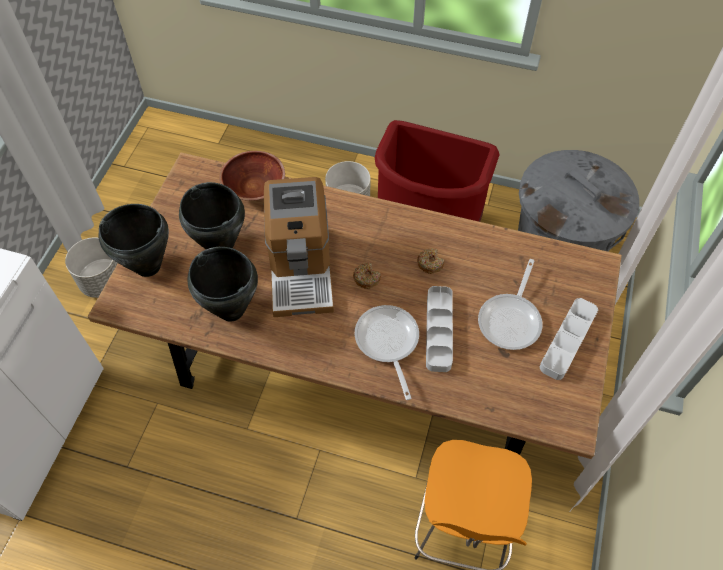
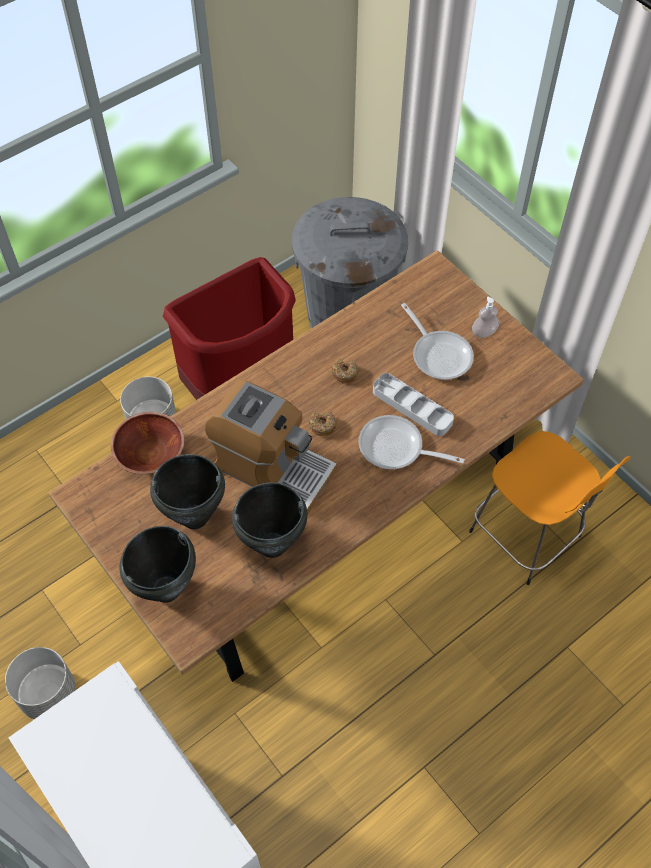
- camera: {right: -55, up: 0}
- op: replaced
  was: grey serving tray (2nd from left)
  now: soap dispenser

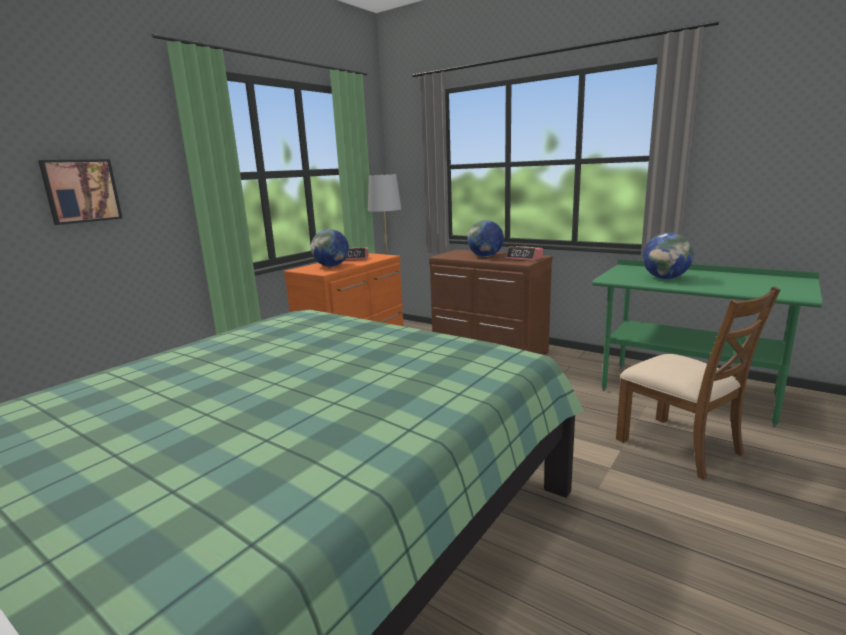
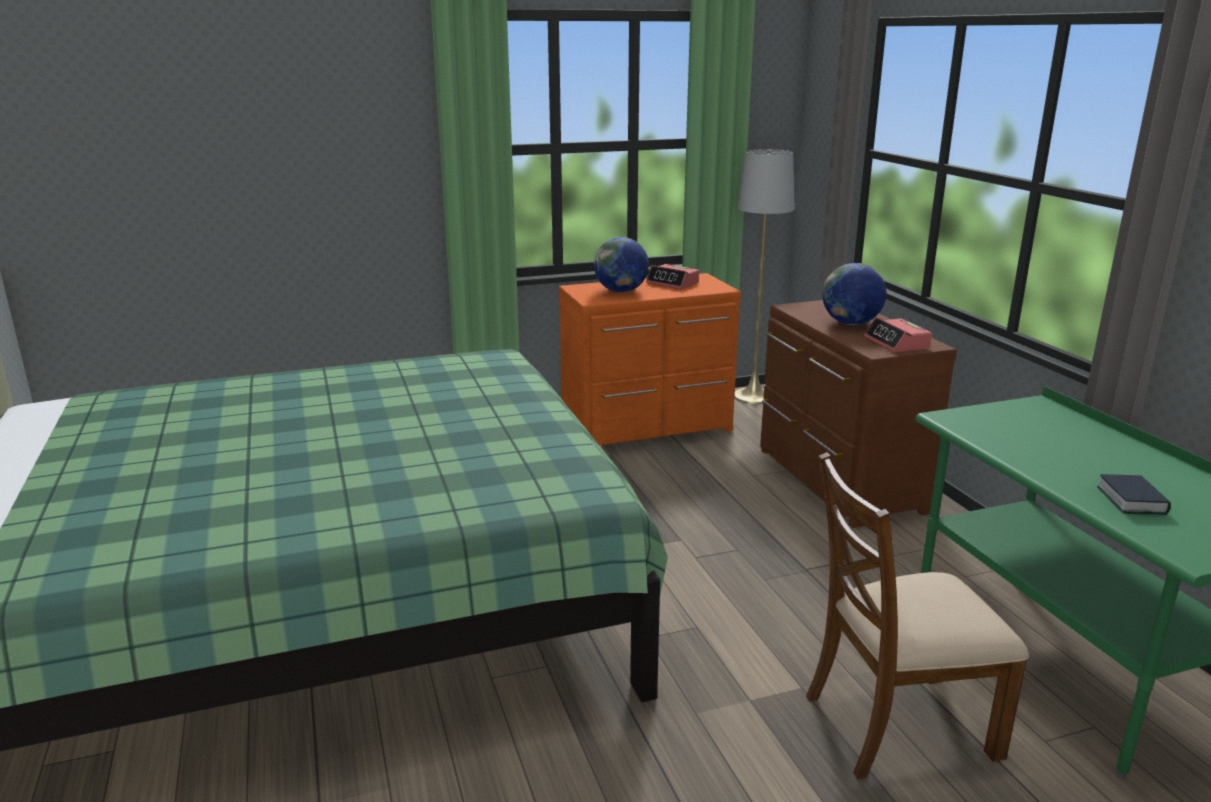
- camera: {right: 35, up: 5}
- op: removed
  was: wall art
- op: removed
  was: world globe (3rd from left)
- op: added
  now: bound book
- op: turned
  was: brown-coloured chair
  clockwise: 75

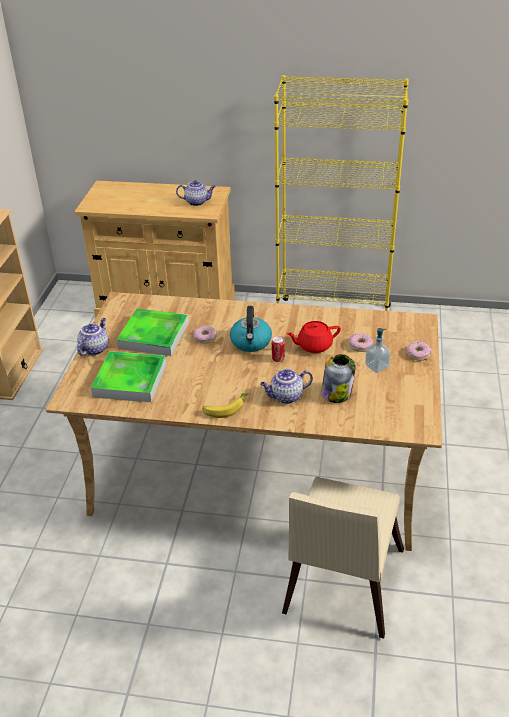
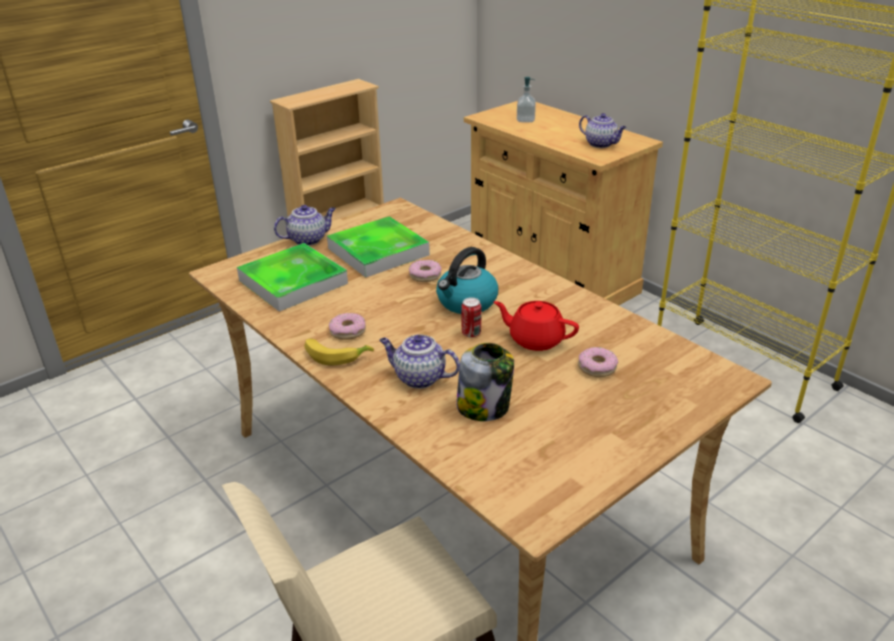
- camera: {right: 40, up: -5}
- op: moved
  was: soap dispenser
- op: moved
  was: donut (3rd from left in the first image)
  now: donut (1st from left)

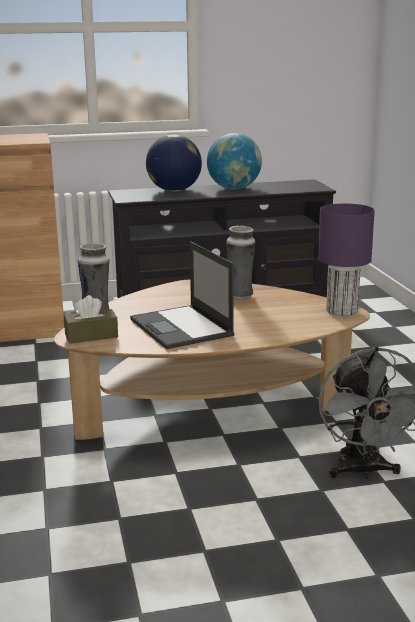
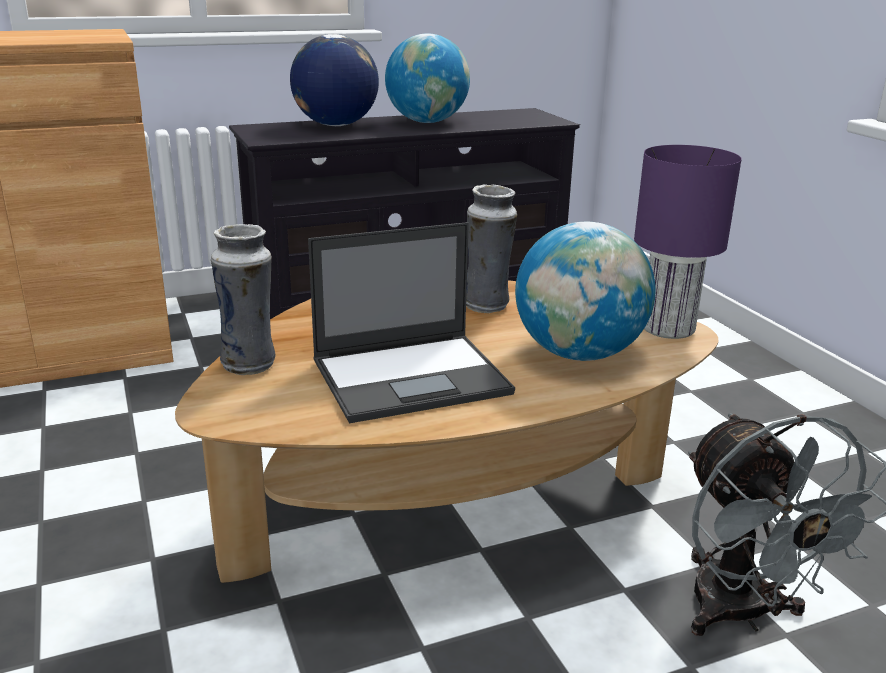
- camera: {right: -10, up: 5}
- op: removed
  was: brown-coloured box of tissues
- op: added
  now: world globe (3rd from left)
- op: turned
  was: portable computer
  clockwise: -75

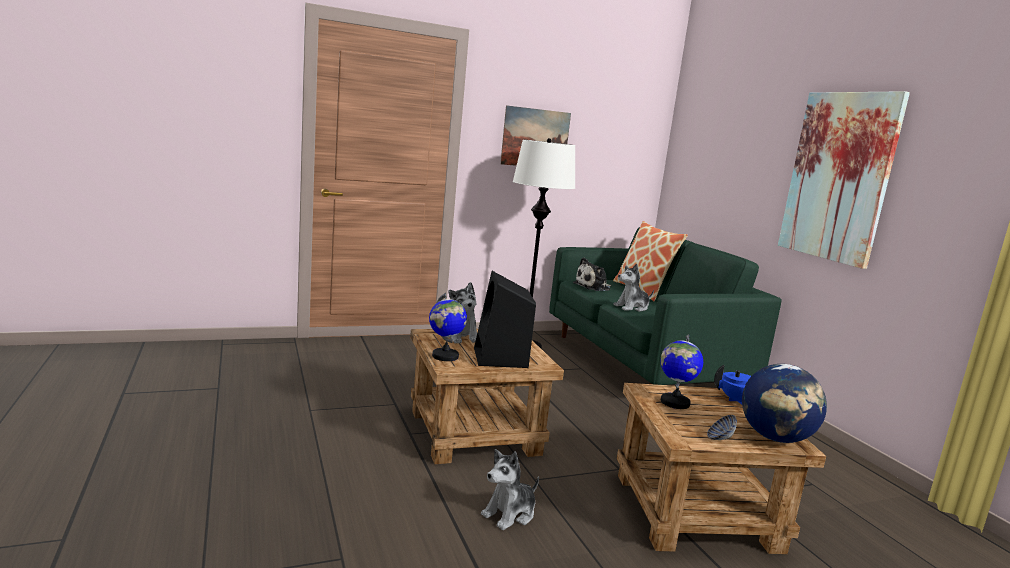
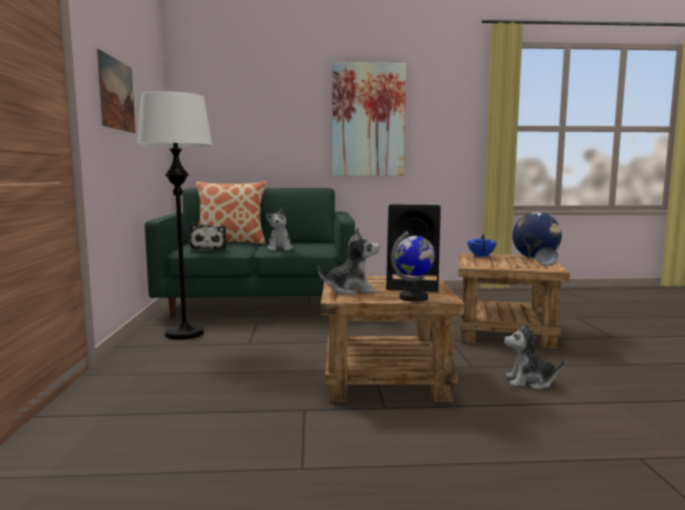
- camera: {right: -70, up: -5}
- op: removed
  was: world globe (2nd from left)
- op: turned
  was: plush toy (2nd from left in the first image)
  clockwise: 120

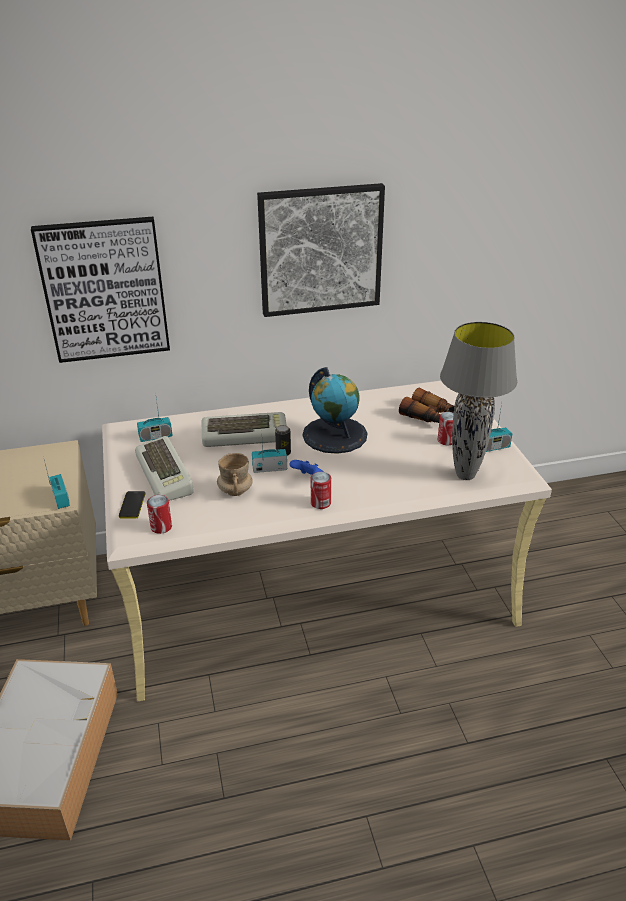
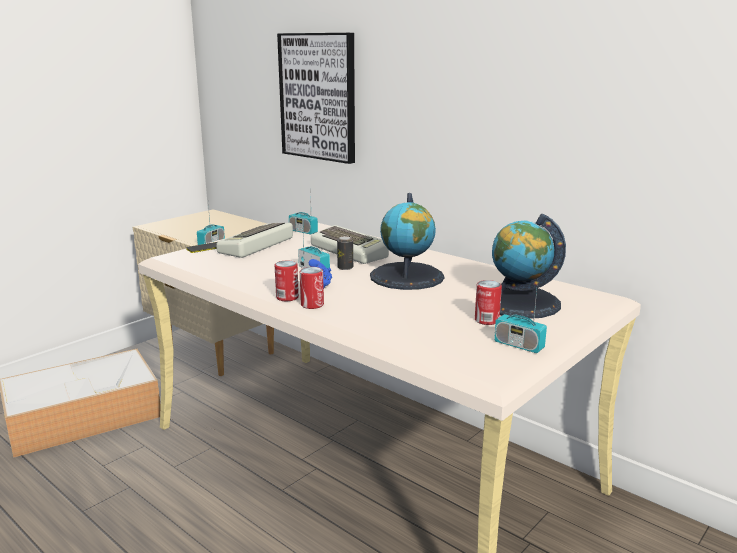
- camera: {right: 55, up: -15}
- op: removed
  was: beige-coloured tea mug
- op: removed
  was: wall art (2nd from left)
- op: removed
  was: grey lamp for a table
- op: moved
  was: can (1st from left in the first image)
  now: can (2nd from left)
- op: replaced
  was: pair of binoculars
  now: world globe (2nd from left)

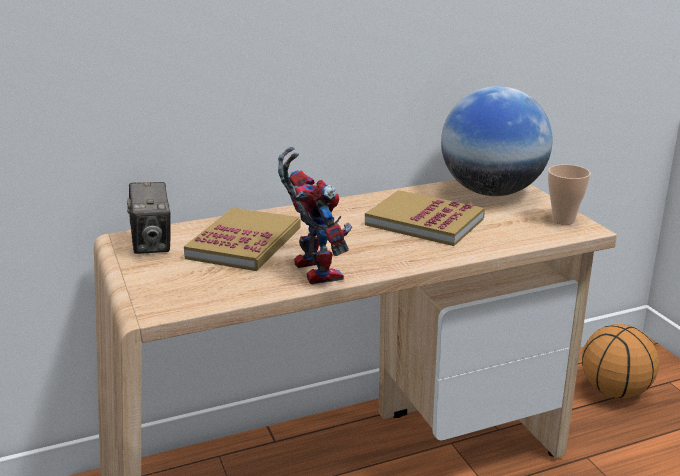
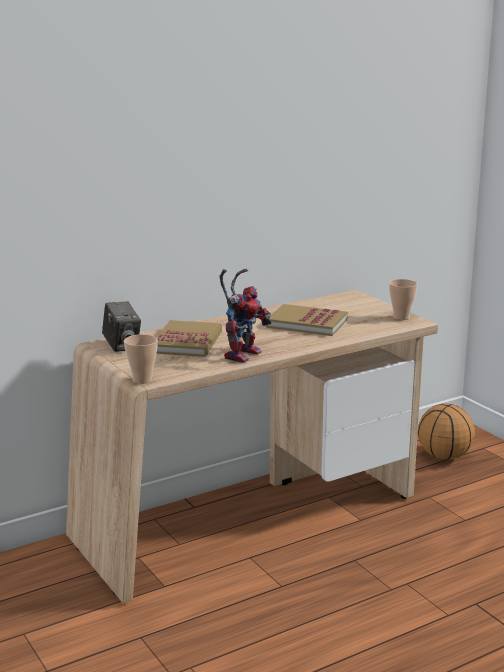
- camera: {right: -10, up: -5}
- op: removed
  was: world globe
- op: added
  now: cup (1st from left)
- op: turned
  was: toy robot
  clockwise: 60

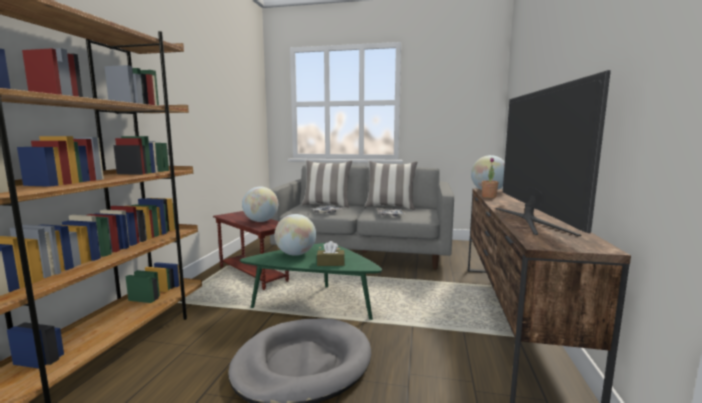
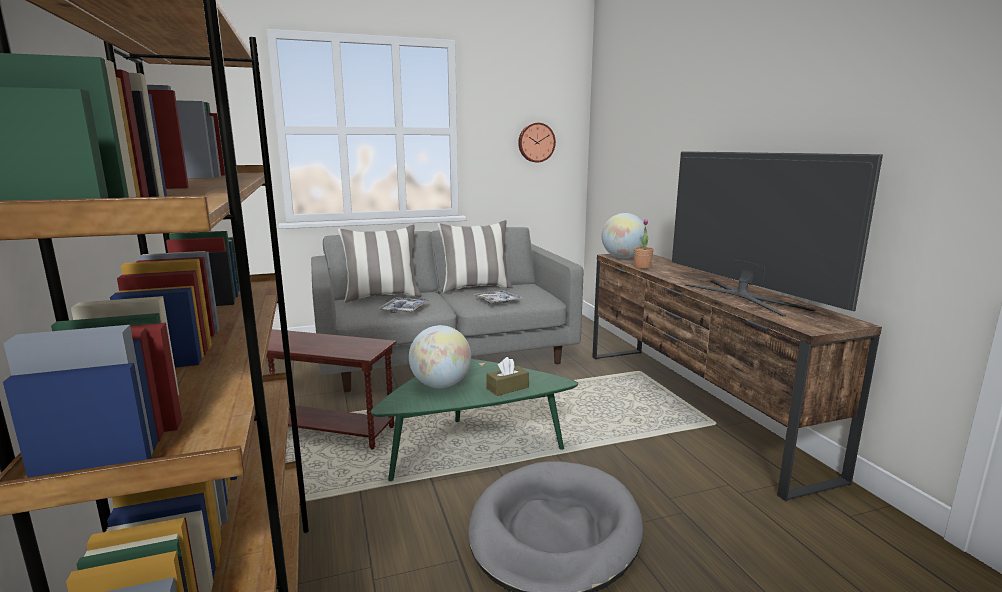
- camera: {right: -30, up: 5}
- op: removed
  was: world globe (1st from left)
- op: added
  now: wall clock

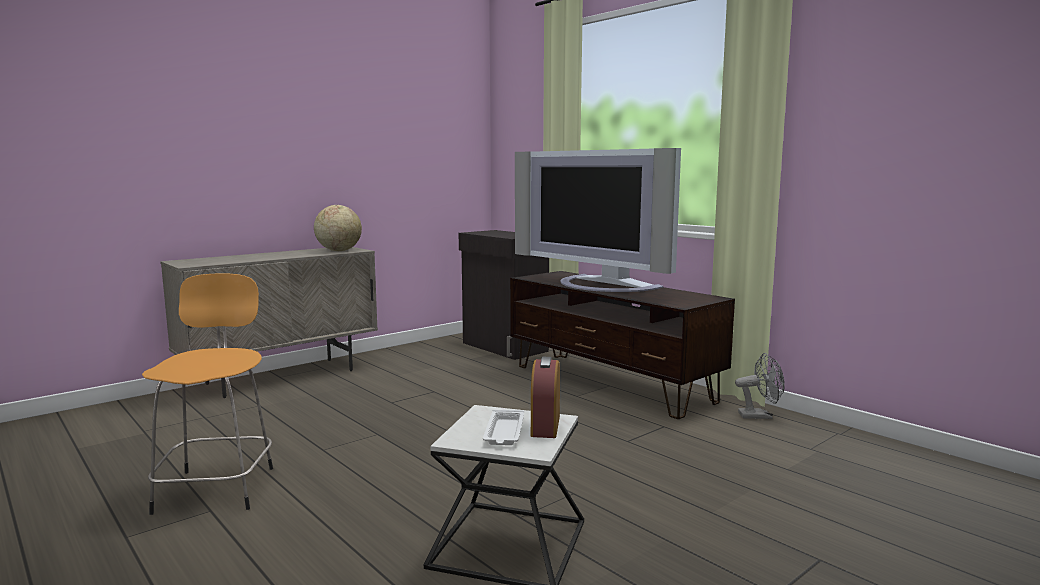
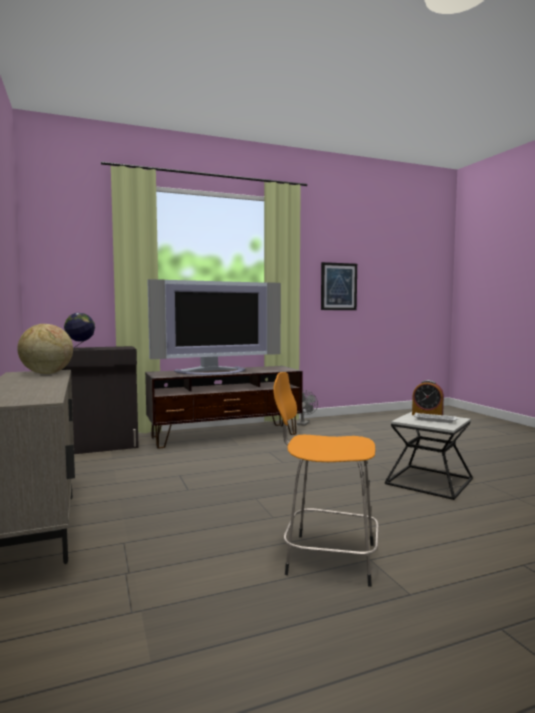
- camera: {right: -70, up: -5}
- op: added
  now: world globe (2nd from left)
- op: added
  now: wall art

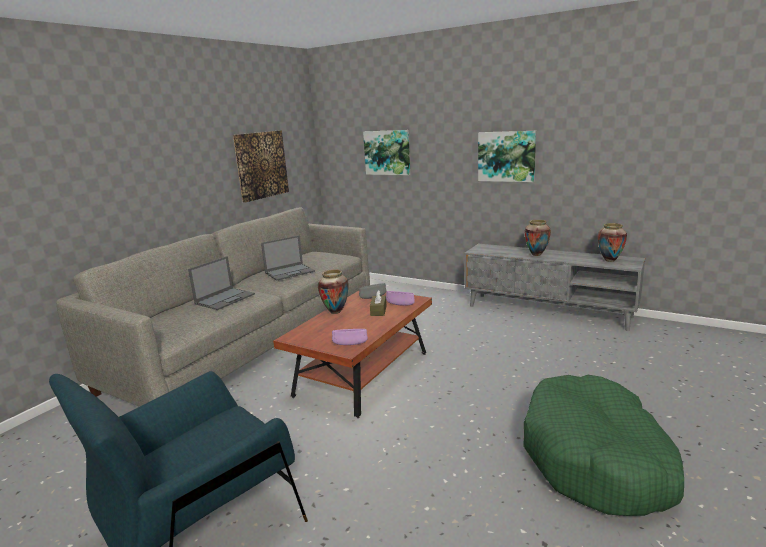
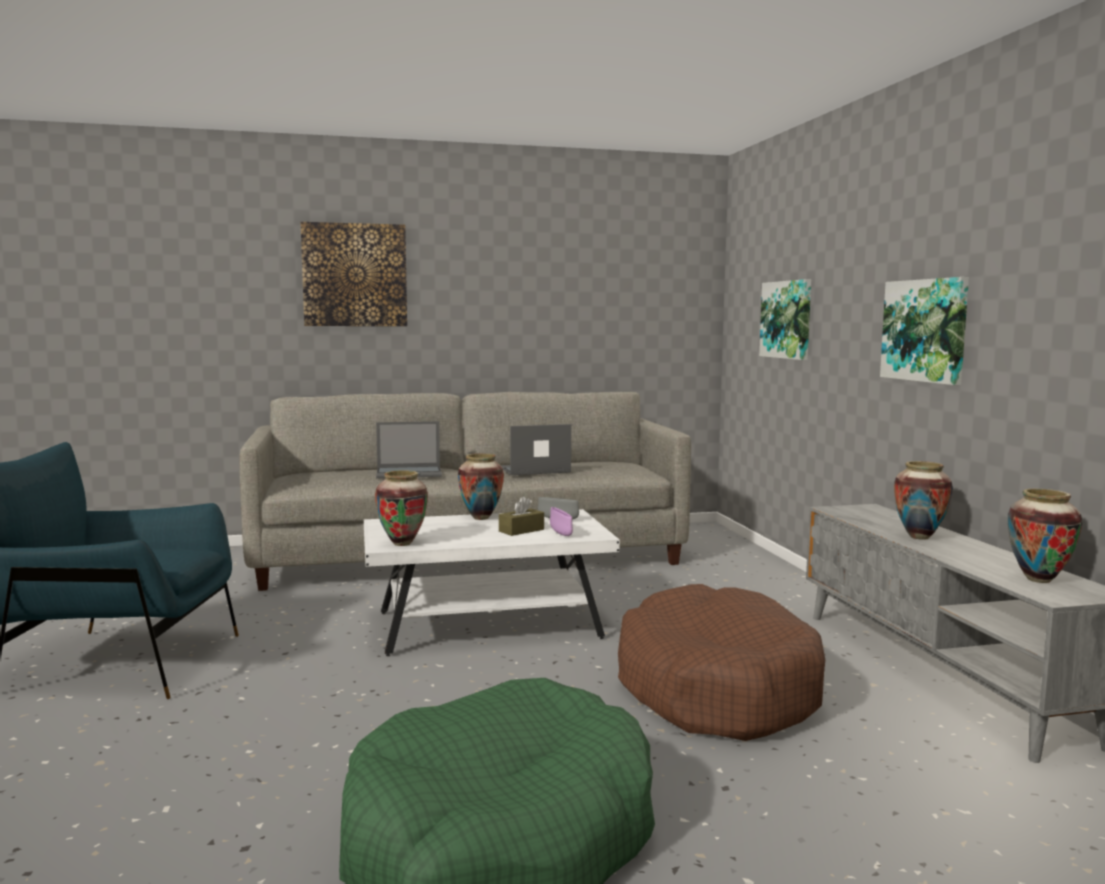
- camera: {right: 45, up: -10}
- op: added
  now: brown-coloured dog bed
- op: moved
  was: wall art (1st from left)
- op: replaced
  was: purple serving bowl (1st from left)
  now: decorative vase (1st from left)
- op: recoloured
  was: brown-coloured lounge table
  now: white-coloured lounge table
- op: turned
  was: portable computer (2nd from left)
  clockwise: 150

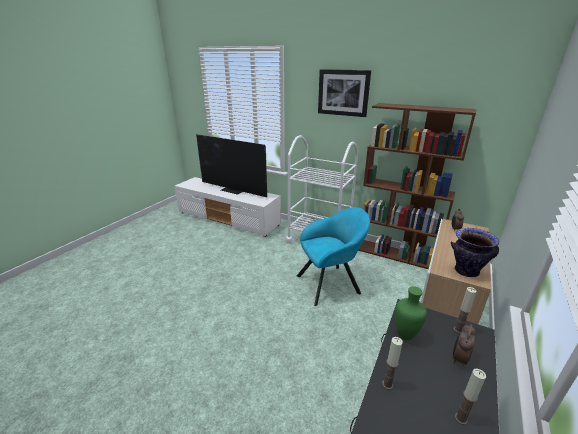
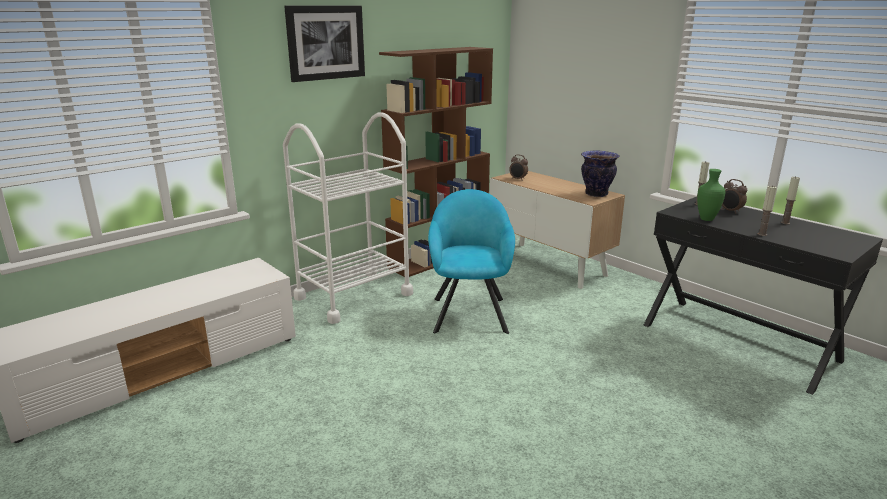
- camera: {right: -70, up: -5}
- op: removed
  was: TV

